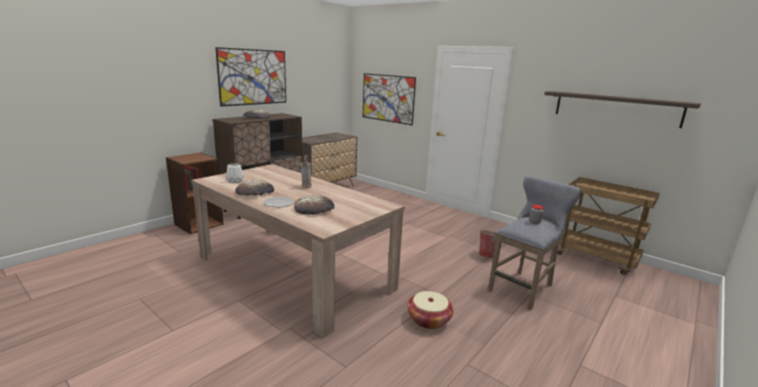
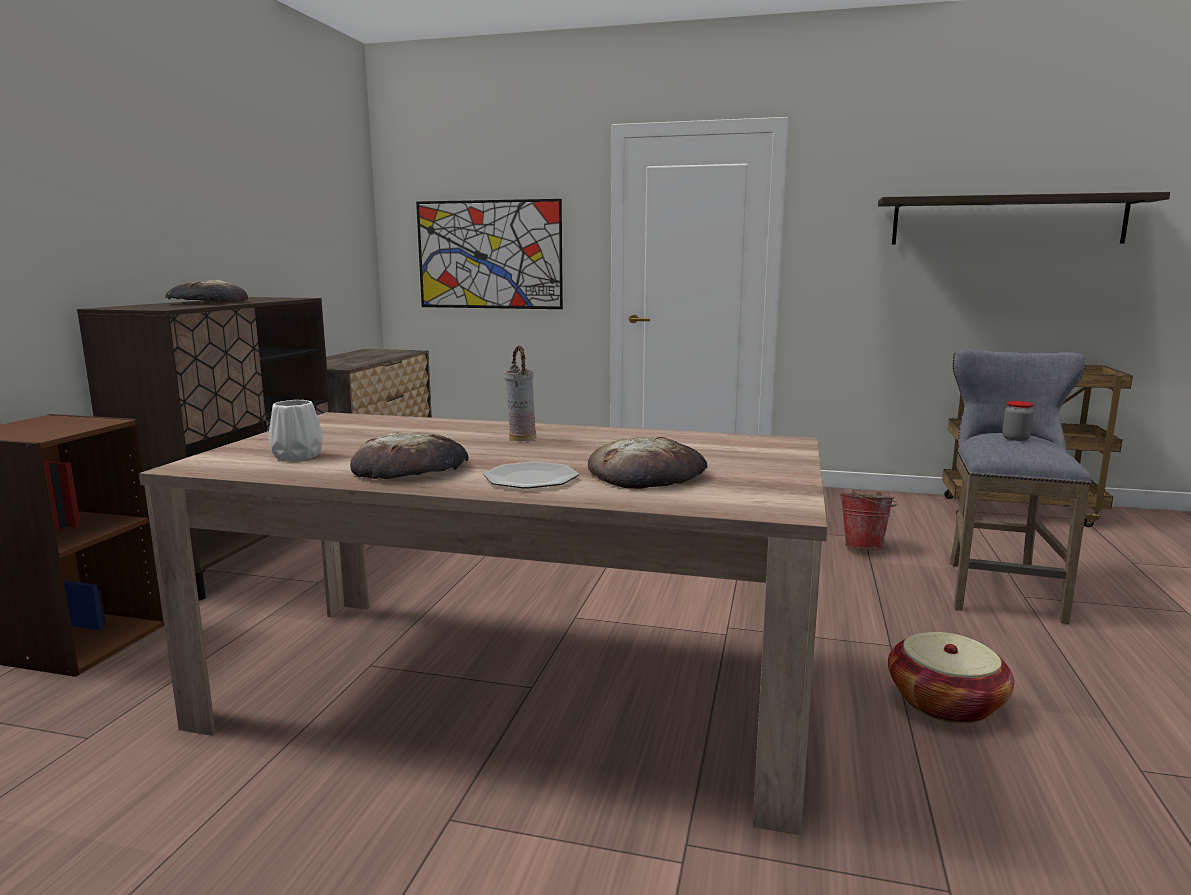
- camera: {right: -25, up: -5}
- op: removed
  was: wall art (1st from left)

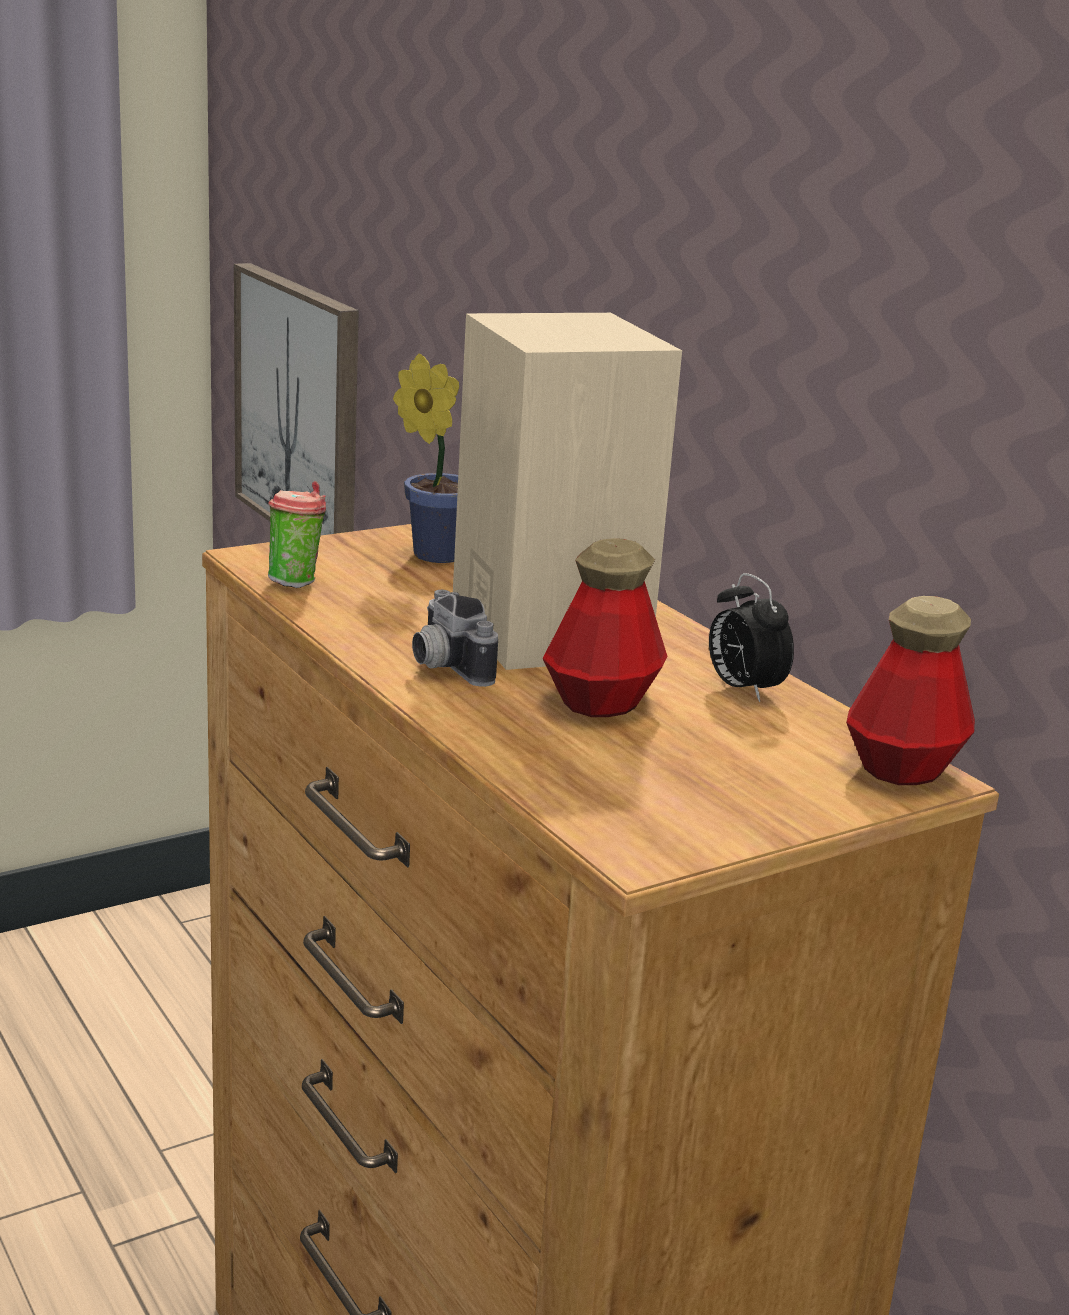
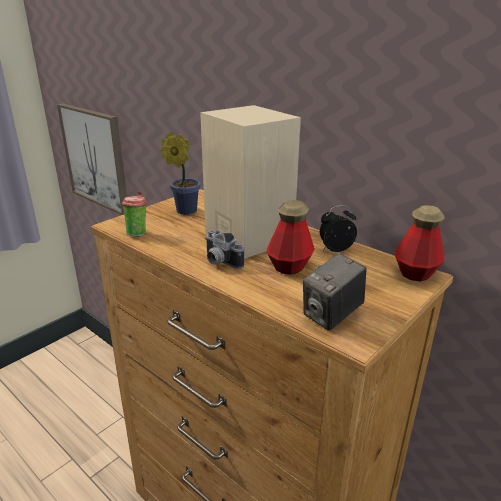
- camera: {right: -15, up: 5}
- op: added
  now: photo camera (2nd from left)
- op: turned
  was: alarm clock
  clockwise: 120

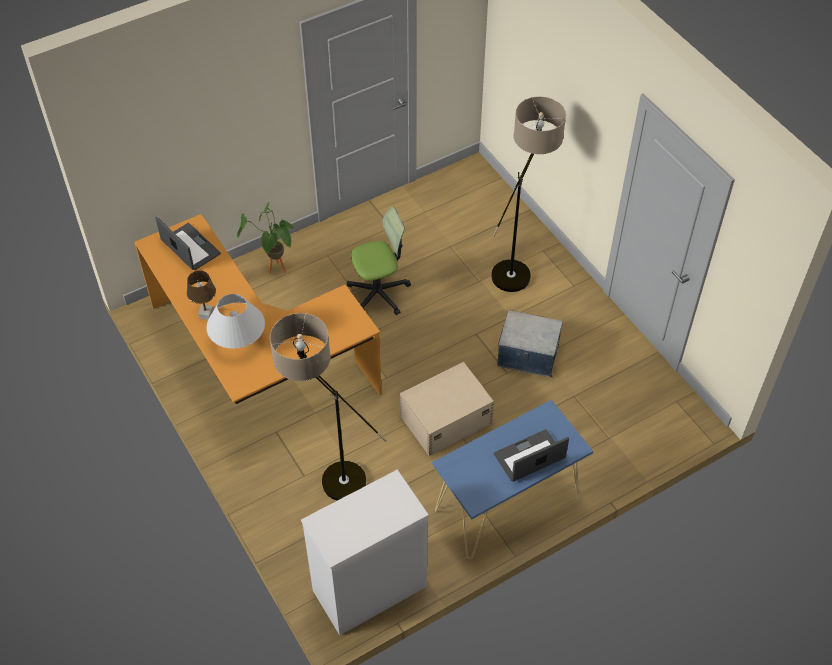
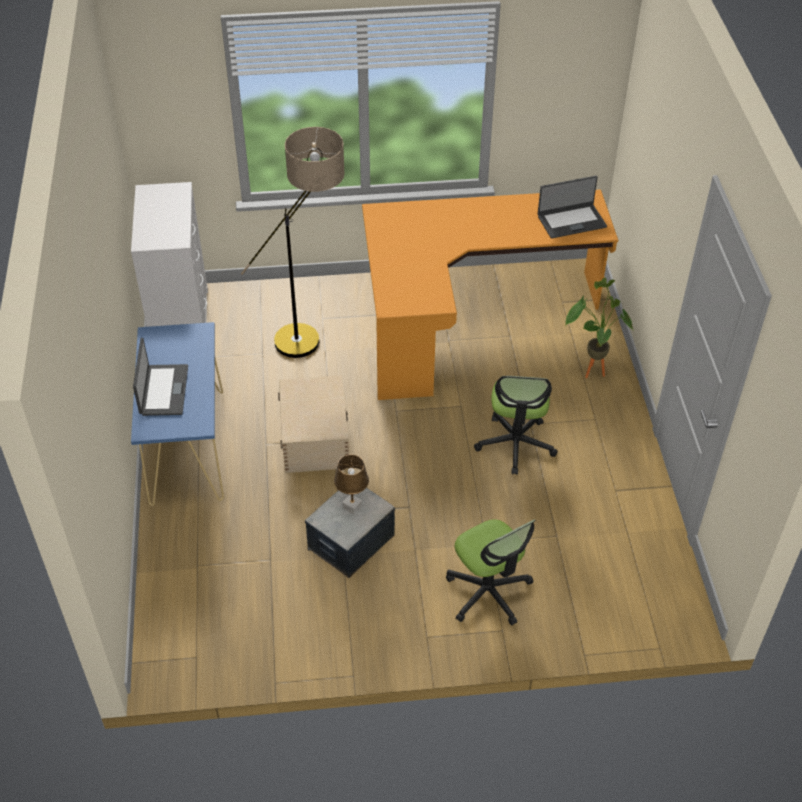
- camera: {right: 115, up: -5}
- op: removed
  was: white-coloured lamp for a table
- op: moved
  was: brown-coloured lamp for a table
- op: replaced
  was: floor lamp (2nd from left)
  now: computer chair (1st from left)

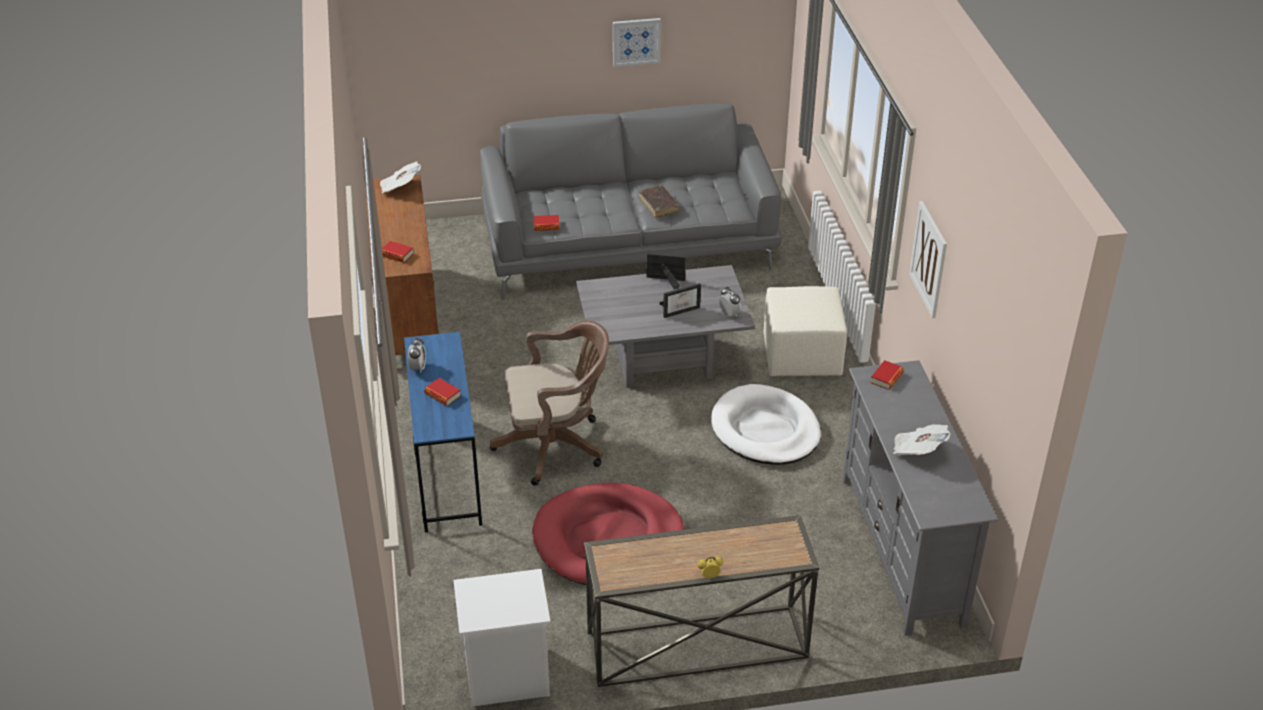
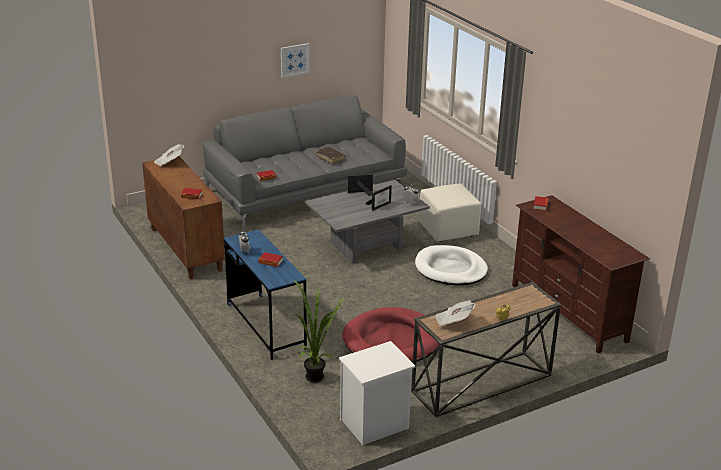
- camera: {right: -20, up: -10}
- op: removed
  was: brown-coloured computer chair
- op: removed
  was: wall art (2nd from left)
- op: added
  now: houseplant
- op: moved
  was: newspaper (2nd from left)
- op: recoloured
  was: grey media console
  now: brown-coloured media console

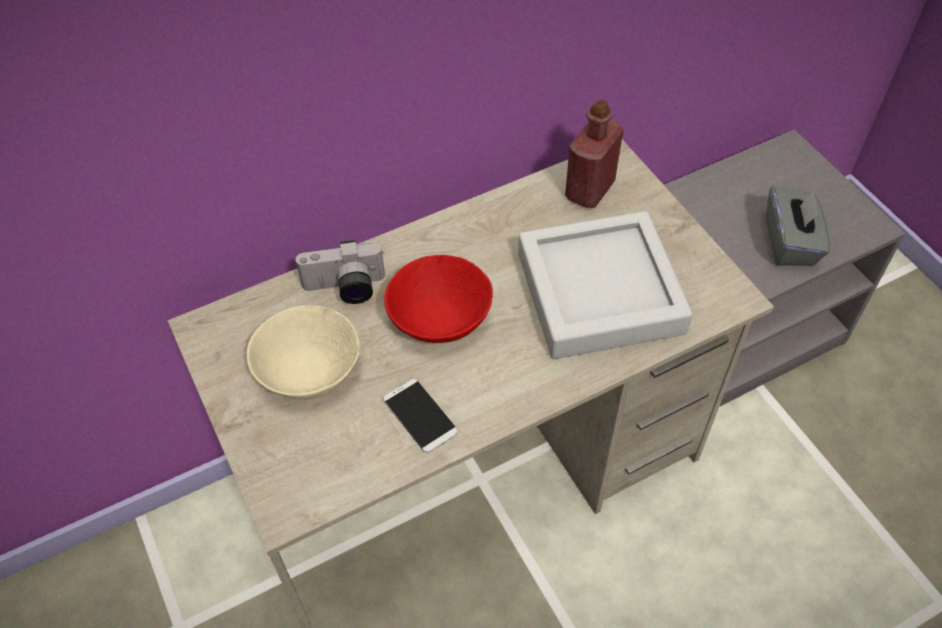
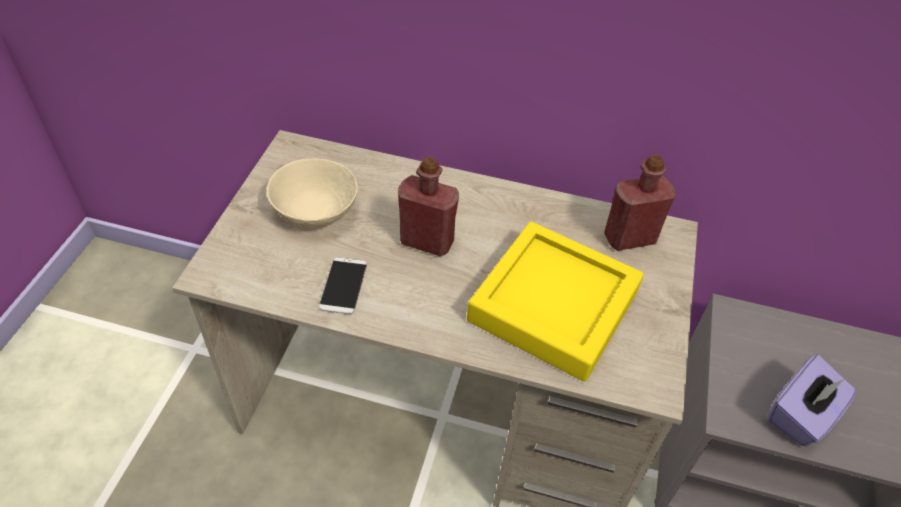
- camera: {right: 40, up: -5}
- op: removed
  was: photo camera
- op: replaced
  was: reddish serving bowl
  now: reddish drink bottle (1st from left)
- op: recoloured
  was: grey serving tray
  now: yellowish serving tray
- op: recoloured
  was: grey box of tissues
  now: purple box of tissues

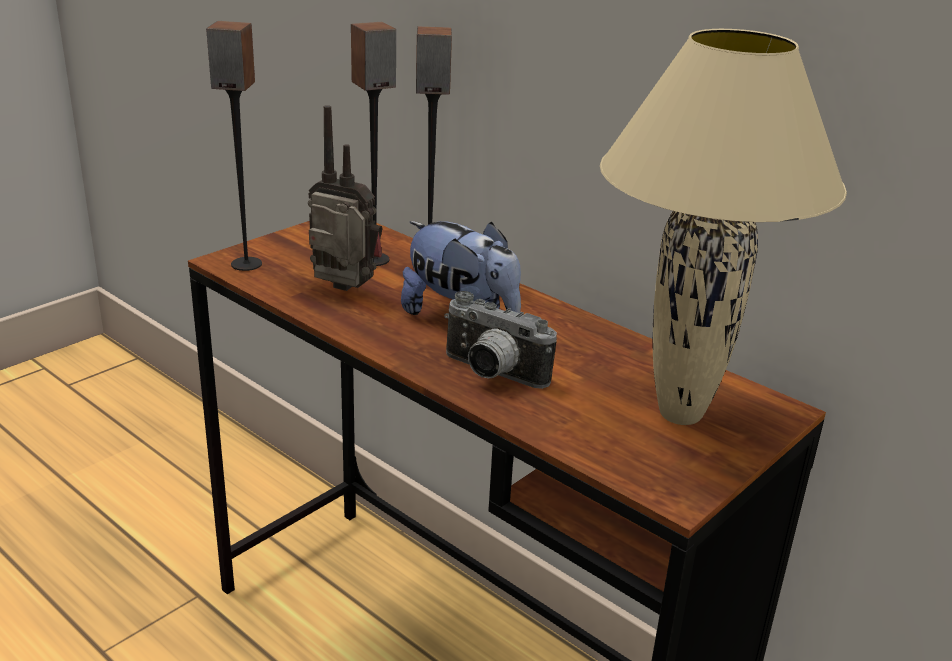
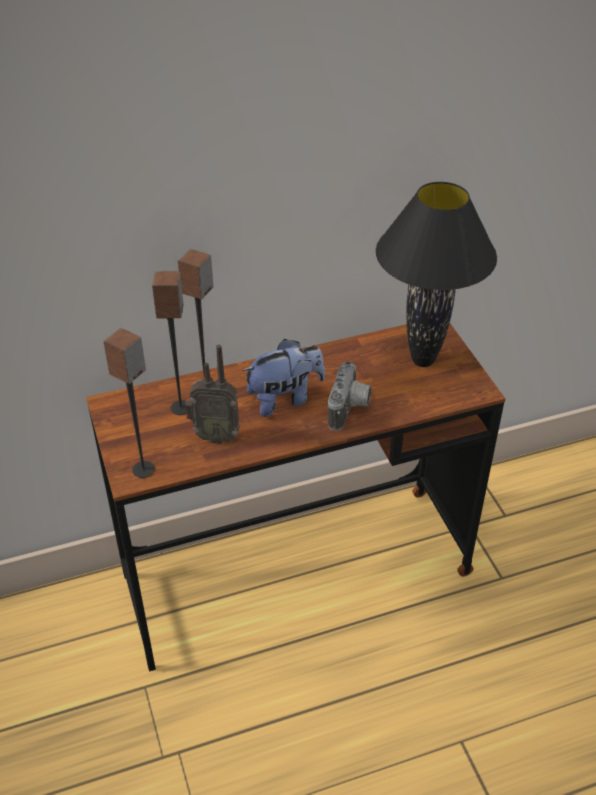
- camera: {right: -60, up: 15}
- op: recoloured
  was: beige-coloured lamp for a table
  now: black-coloured lamp for a table
- op: turned
  was: radio receiver
  clockwise: -135
- op: turned
  was: photo camera
  clockwise: -45

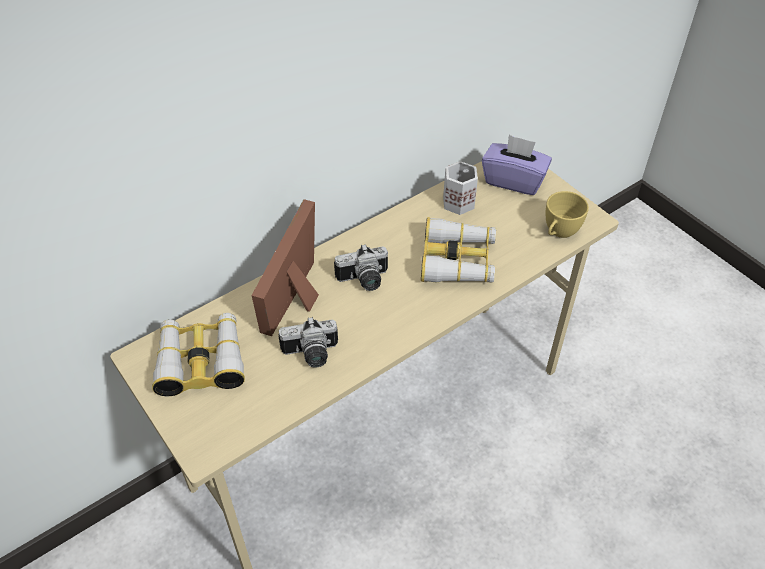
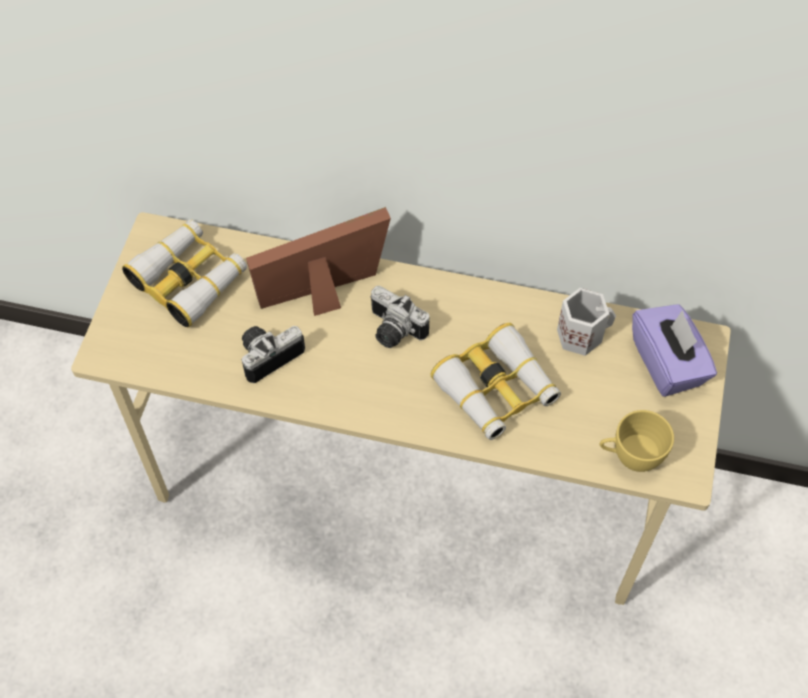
- camera: {right: 50, up: 10}
- op: turned
  was: photo camera (1st from left)
  clockwise: 105

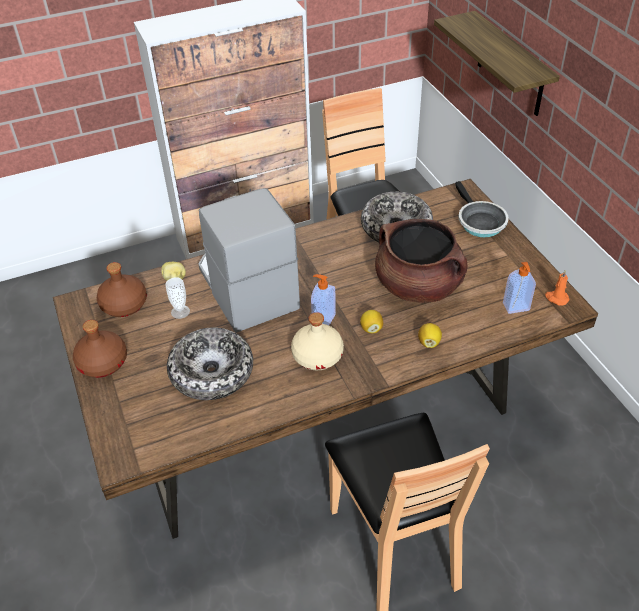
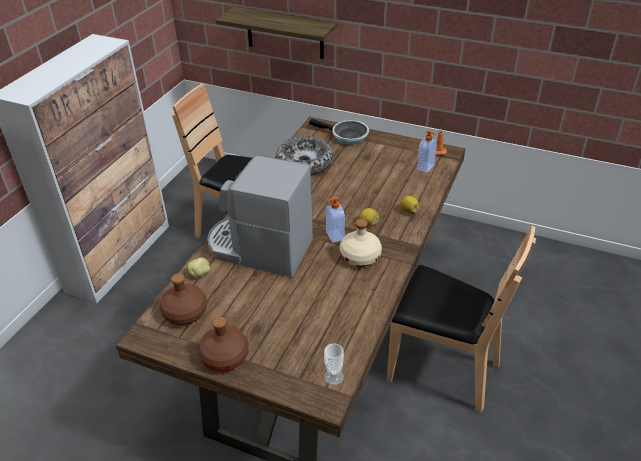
- camera: {right: -45, up: -5}
- op: removed
  was: serving bowl (1st from left)
- op: removed
  was: brown-coloured cooking pot
- op: moved
  was: cup

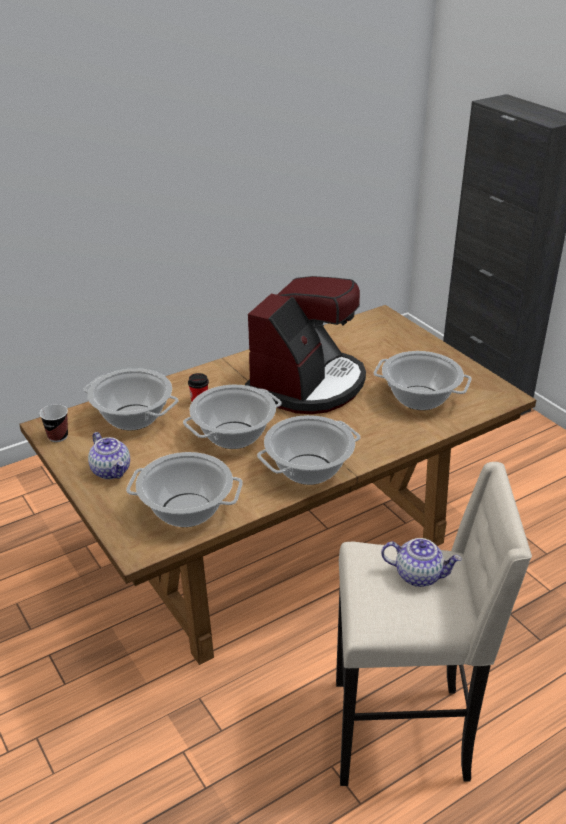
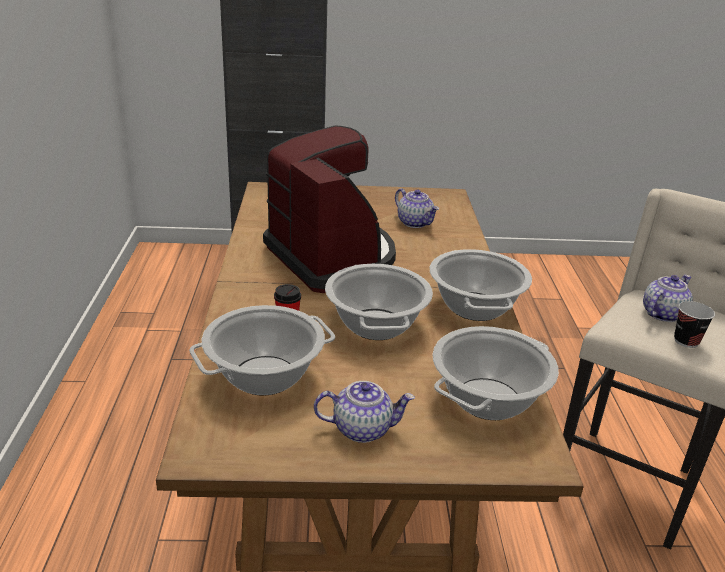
- camera: {right: -60, up: -5}
- op: moved
  was: cup (1st from left in the first image)
  now: cup (2nd from left)
- op: replaced
  was: cooking pot (5th from left)
  now: tea pot (2nd from left)

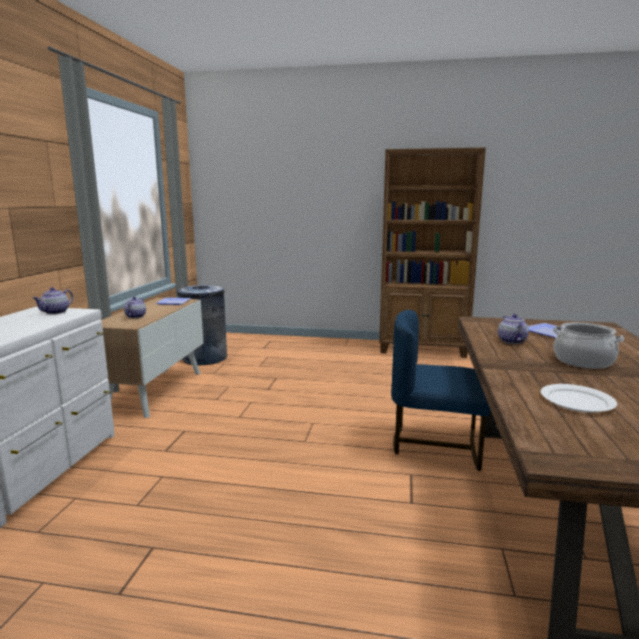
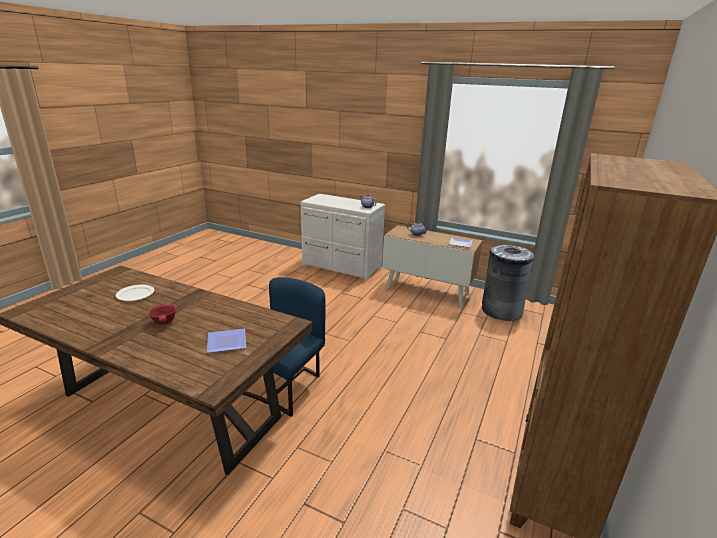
- camera: {right: 105, up: 10}
- op: removed
  was: tea pot (3rd from left)
- op: replaced
  was: cooking pot
  now: reddish serving bowl

